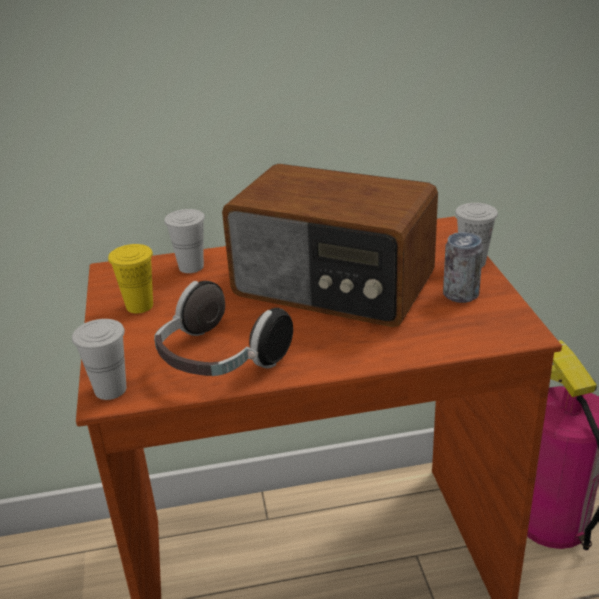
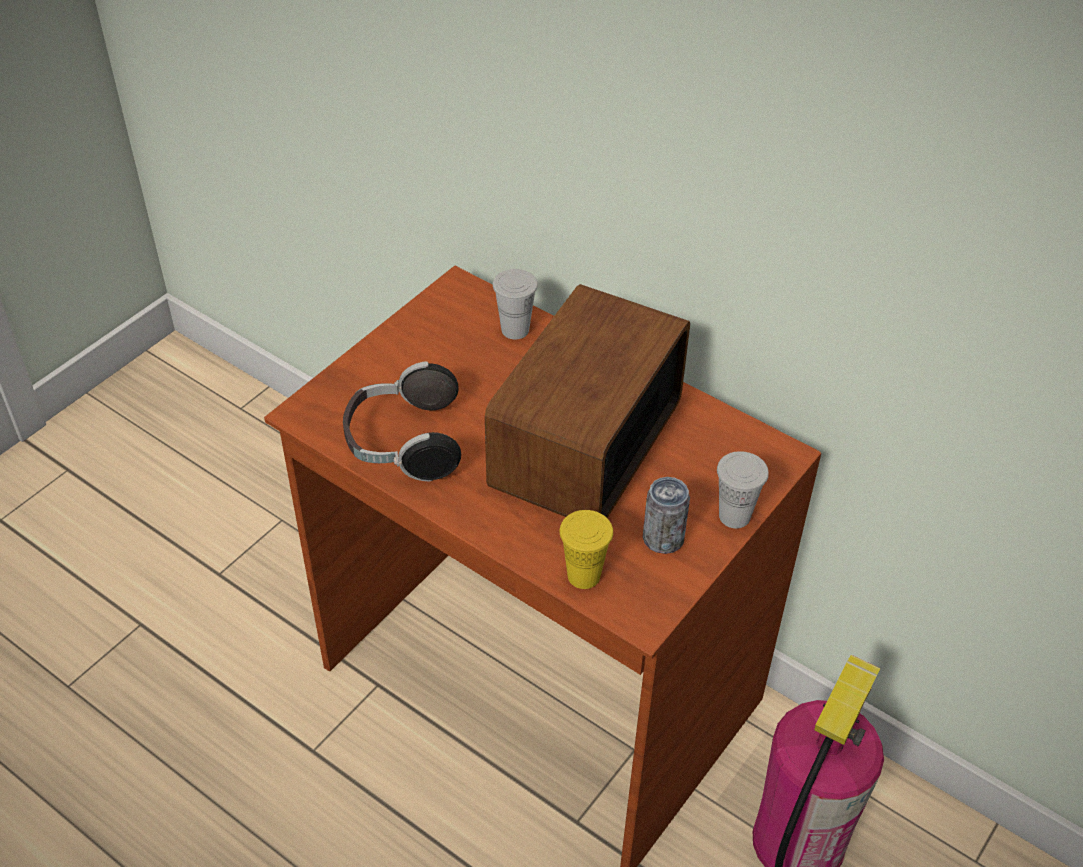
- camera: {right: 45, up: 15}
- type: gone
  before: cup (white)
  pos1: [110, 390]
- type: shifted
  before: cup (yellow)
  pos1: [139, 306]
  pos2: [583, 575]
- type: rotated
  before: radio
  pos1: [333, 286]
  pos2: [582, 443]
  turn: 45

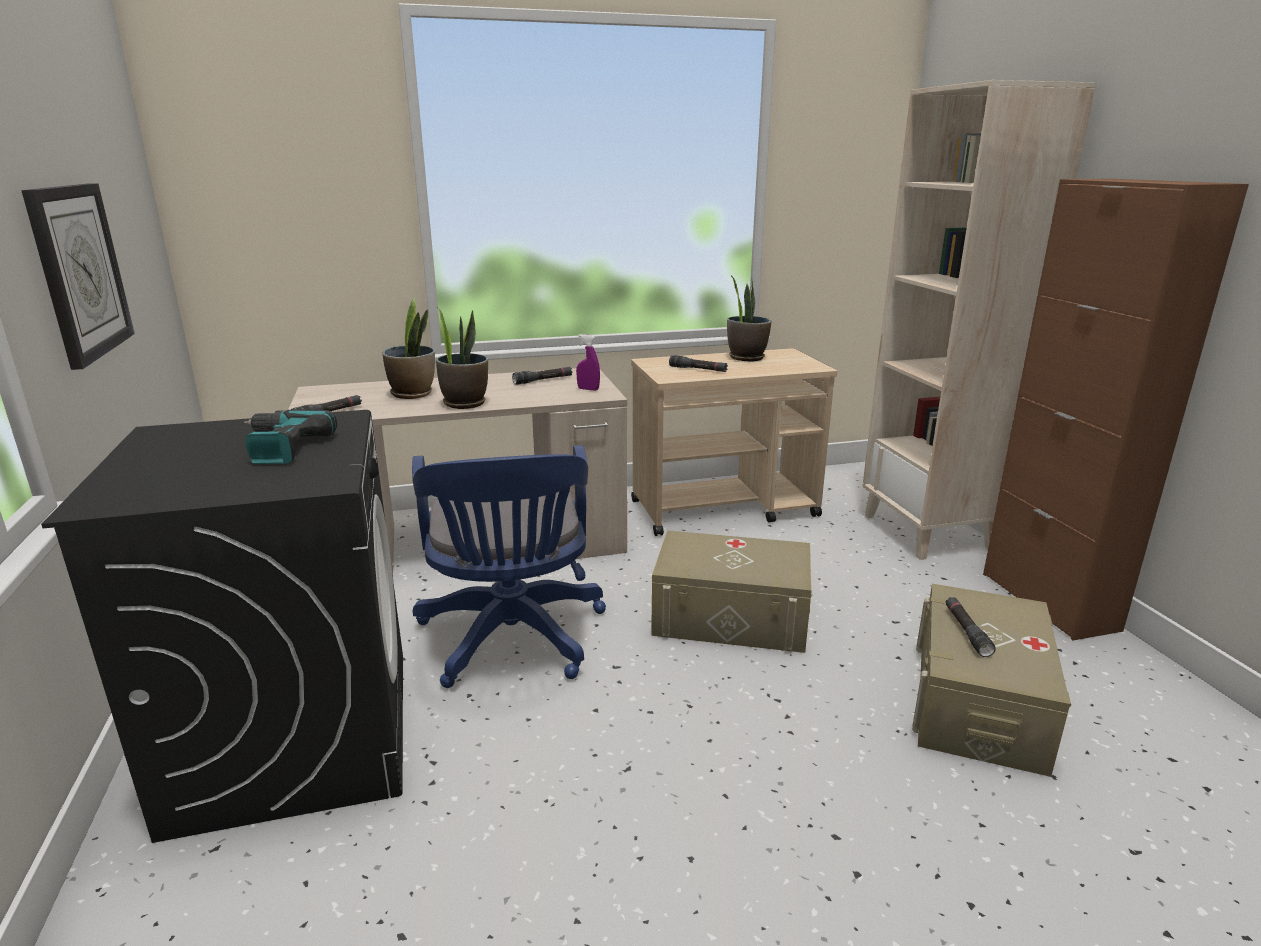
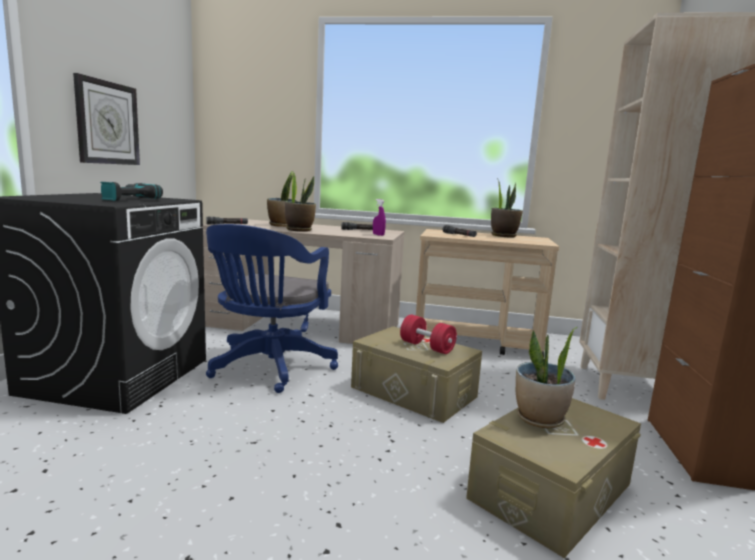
- camera: {right: 25, up: -10}
- type: new
  after: dumbbell (red)
  pos2: [427, 347]
- type: swapped
  before: flashlight (black)
  after: potted plant
  pos1: [966, 631]
  pos2: [539, 419]

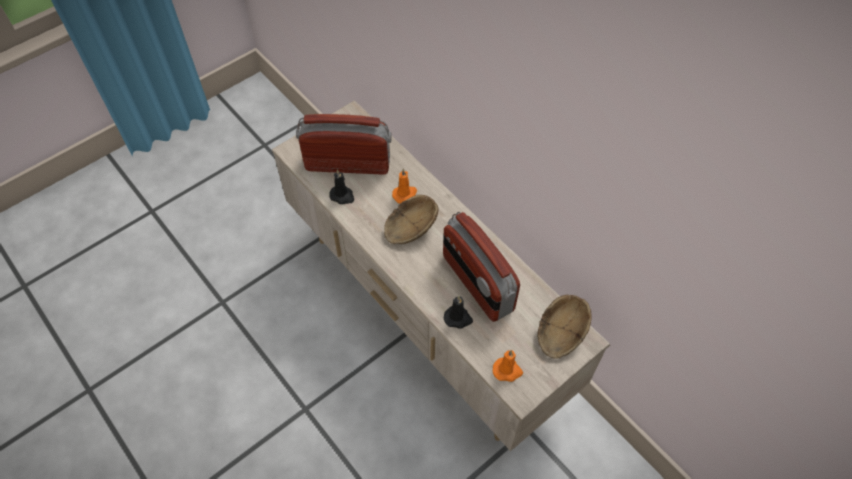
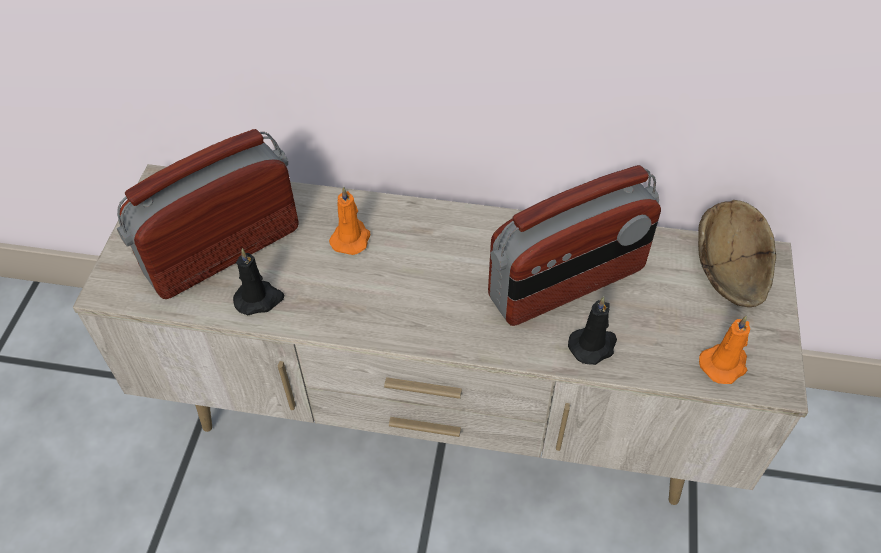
- camera: {right: -40, up: -5}
- type: gone
  before: bowl (brown)
  pos1: [409, 228]
- type: rotated
  before: radio
  pos1: [477, 283]
  pos2: [567, 284]
  turn: -45

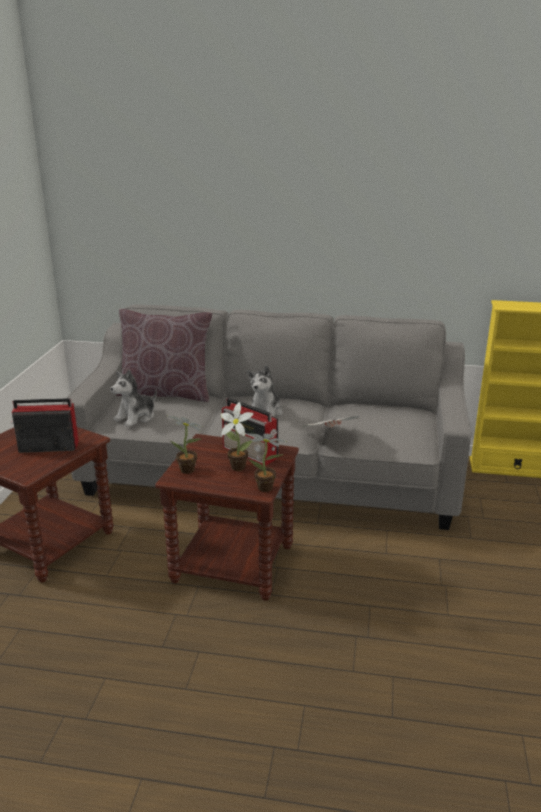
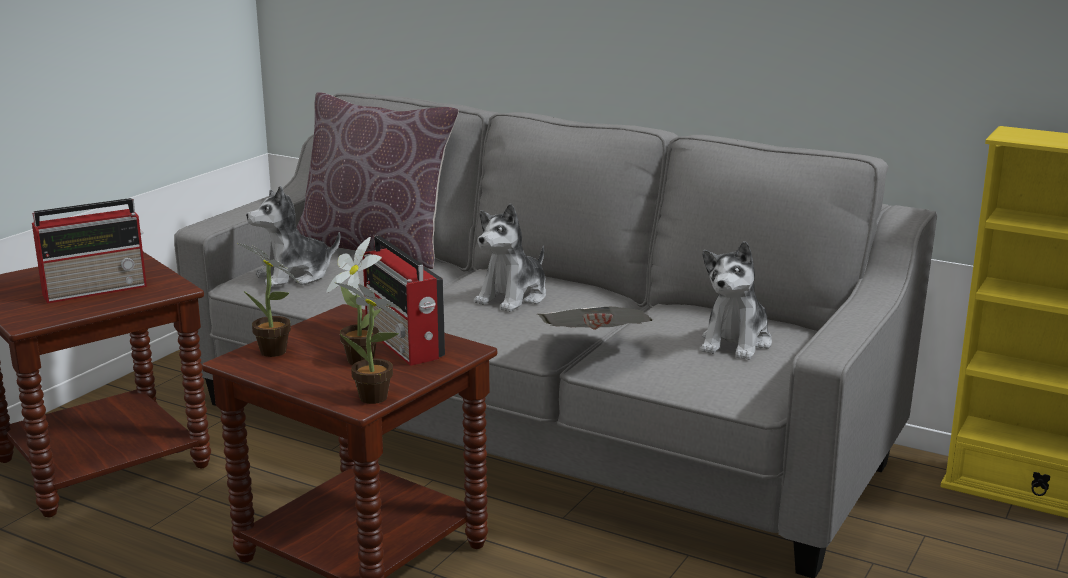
- camera: {right: 20, up: -5}
- type: new
  after: plush toy
  pos2: [736, 342]
- type: rotated
  before: radio
  pos1: [47, 447]
  pos2: [97, 289]
  turn: 135

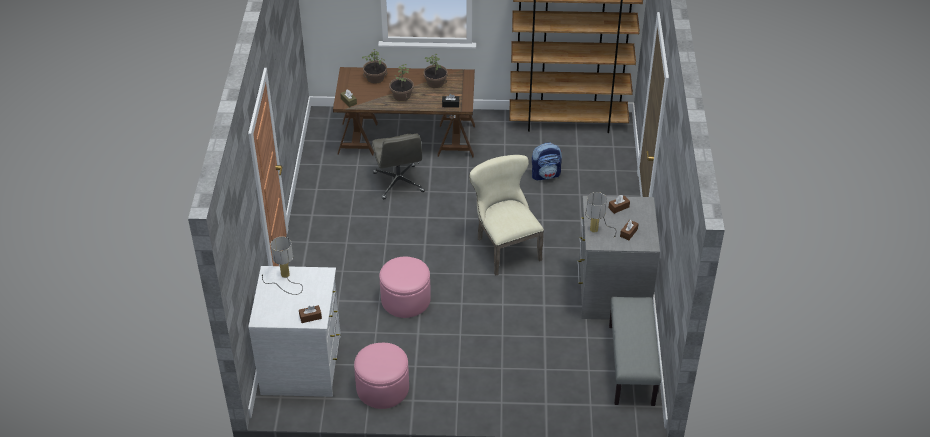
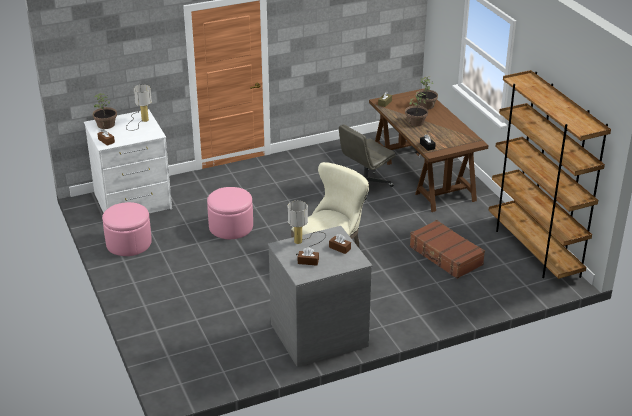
- camera: {right: 65, up: -10}
- type: gone
  before: bench (grey)
  pos1: [632, 365]
- type: shifted
  before: potted plant
  pos1: [435, 82]
  pos2: [106, 125]
- type: swapped
  before: backpack
  after: suitcase (brown)
  pos1: [546, 175]
  pos2: [445, 256]

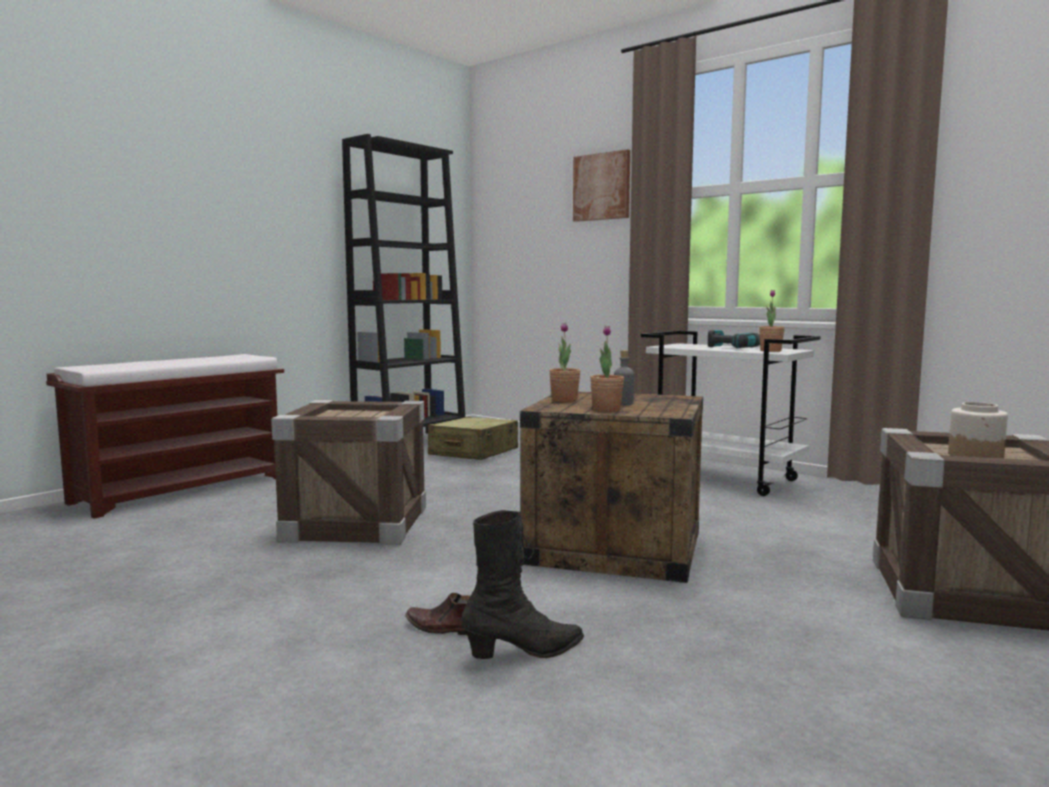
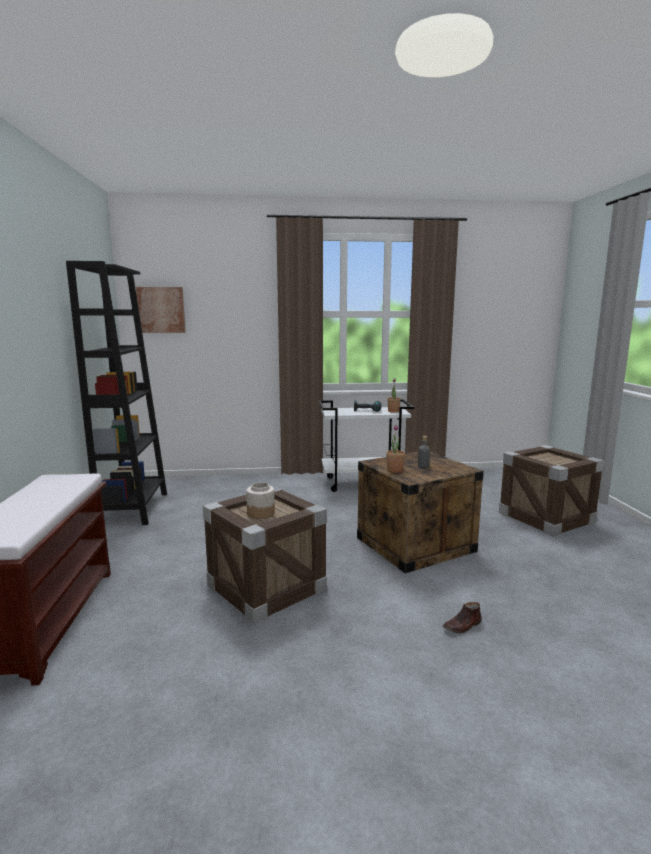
- camera: {right: -45, up: 5}
- type: gone
  before: suitcase (beige)
  pos1: [473, 453]
- type: gone
  before: boot (black)
  pos1: [525, 652]
- type: gone
  before: potted plant
  pos1: [606, 410]
- type: shifted
  before: picture
  pos1: [602, 187]
  pos2: [161, 310]
- type: shifted
  before: jar
  pos1: [976, 456]
  pos2: [261, 513]

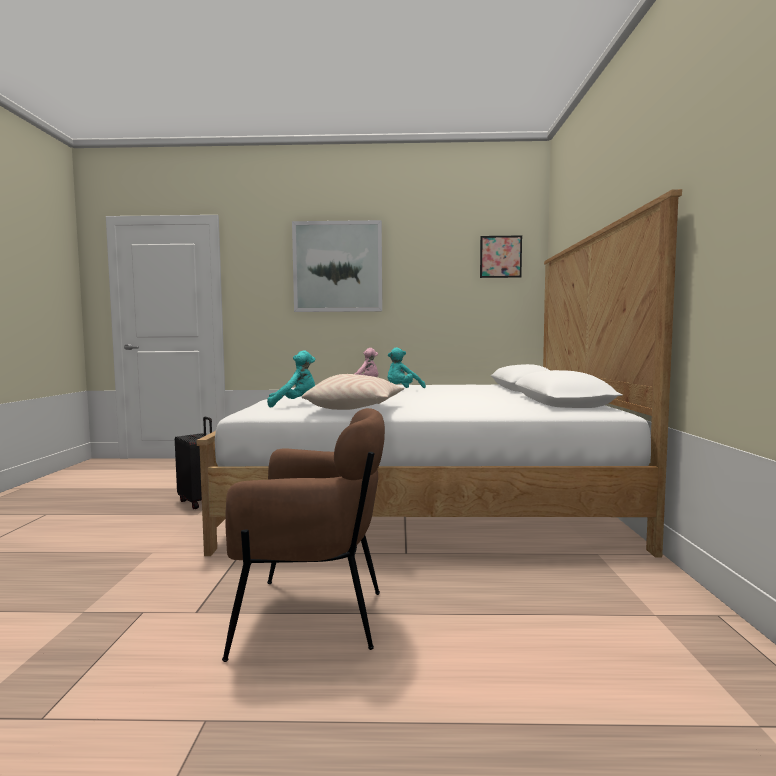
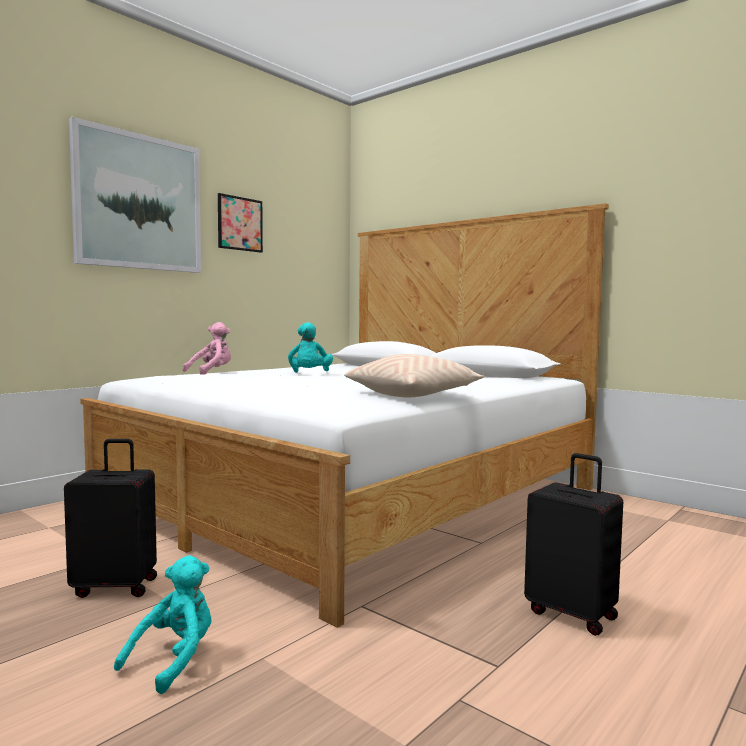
- camera: {right: -50, up: 0}
- type: shifted
  before: plush toy (turquoise)
  pos1: [295, 404]
  pos2: [174, 660]
- type: shifted
  before: picture
  pos1: [500, 257]
  pos2: [240, 224]
- type: swapped
  before: armchair (brown)
  after: suitcase (black)
  pos1: [311, 618]
  pos2: [572, 614]

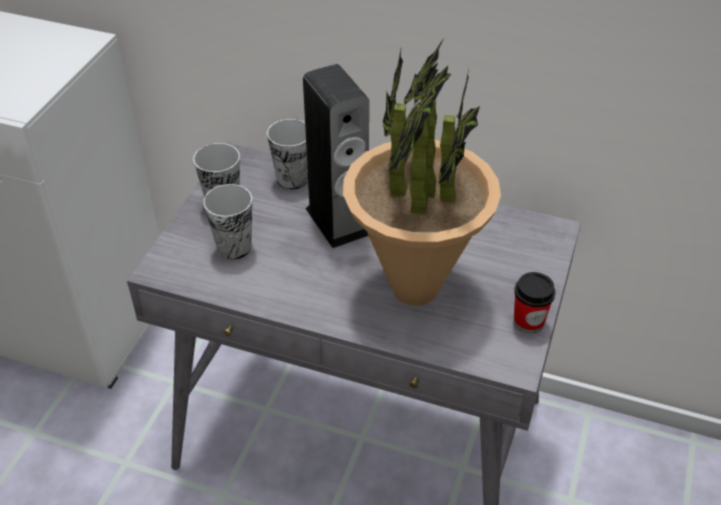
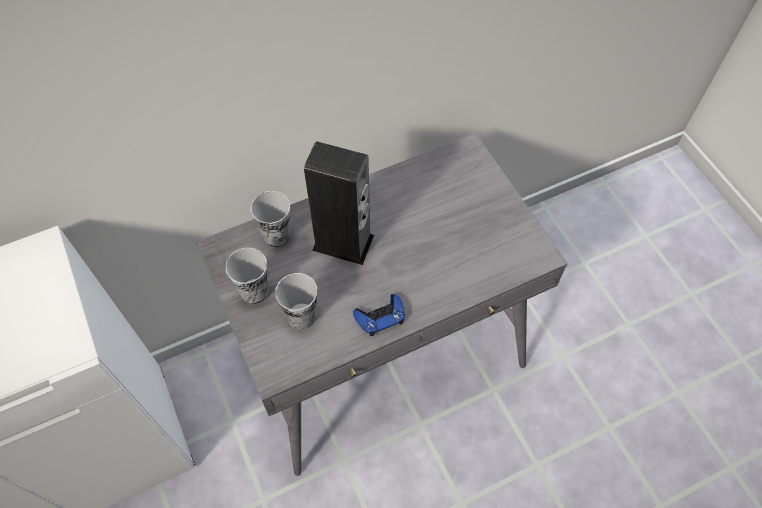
- camera: {right: -45, up: 15}
- type: gone
  before: potted plant
  pos1: [414, 288]
- type: gone
  before: cup
  pos1: [528, 322]
- type: new
  after: game controller (blue)
  pos2: [380, 317]

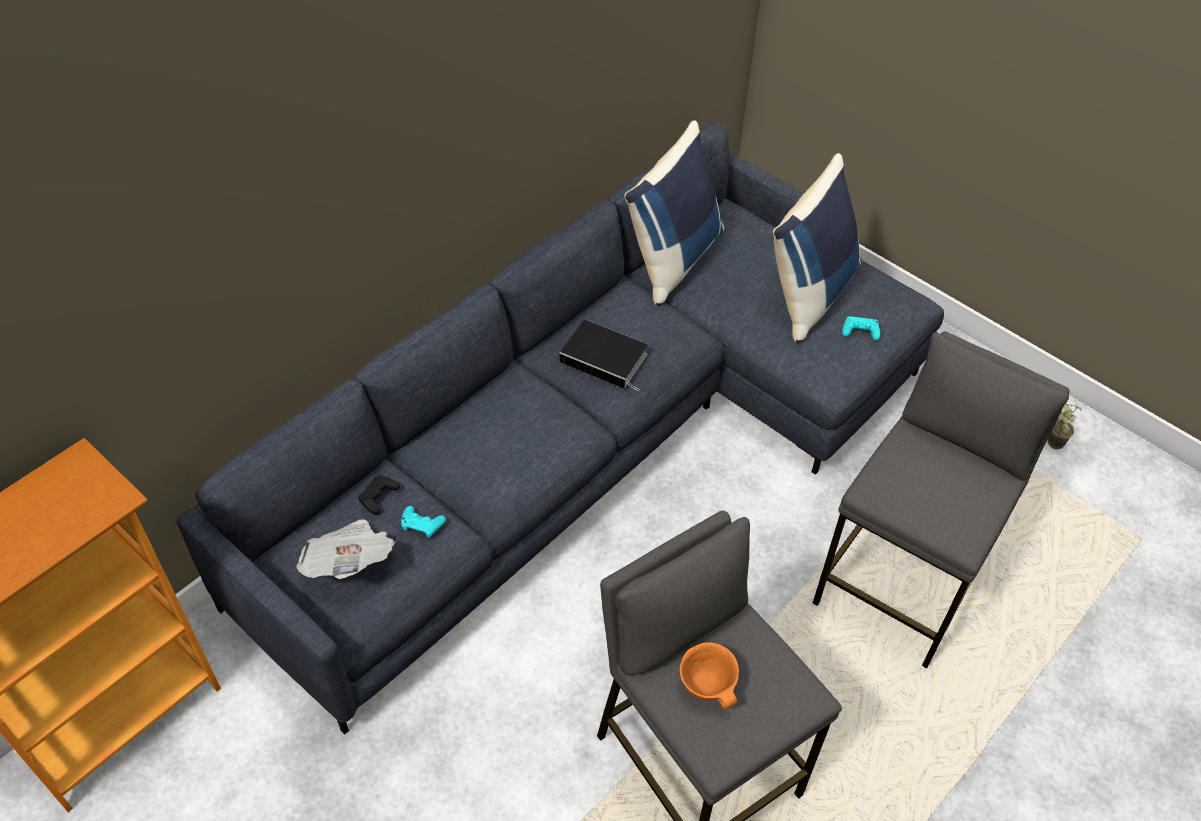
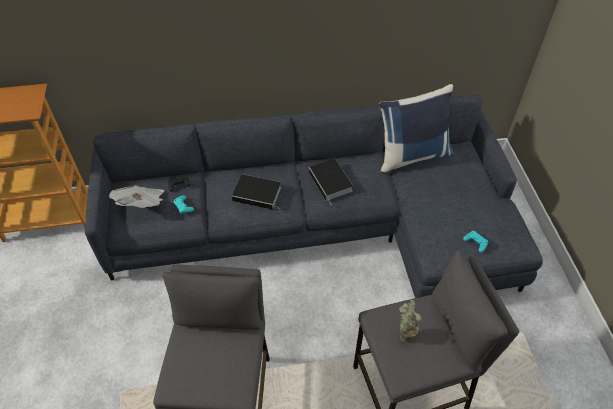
- camera: {right: 40, up: 0}
- type: gone
  before: bowl (orange)
  pos1: [708, 686]
- type: gone
  before: pillow (blue)
  pos1: [809, 292]
- type: new
  after: book
  pos2: [258, 194]
- type: shifted
  before: potted plant
  pos1: [1050, 441]
  pos2: [404, 333]

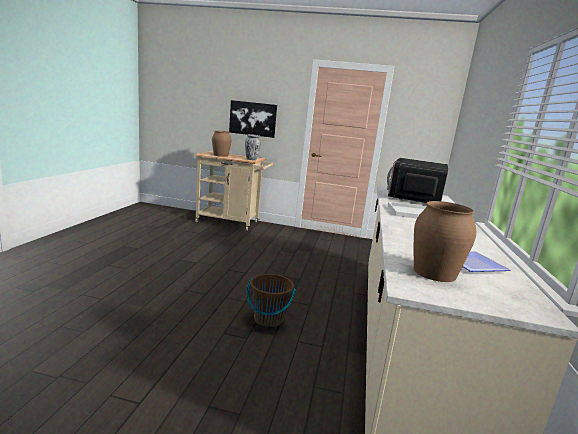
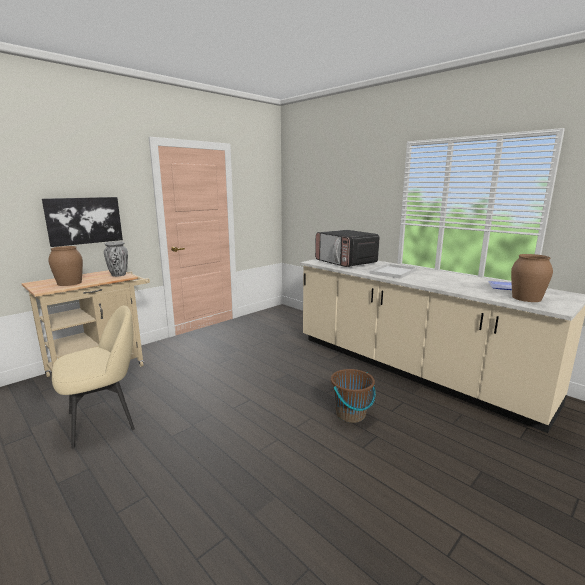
- camera: {right: -55, up: 0}
- type: new
  after: chair (beige)
  pos2: [103, 420]

